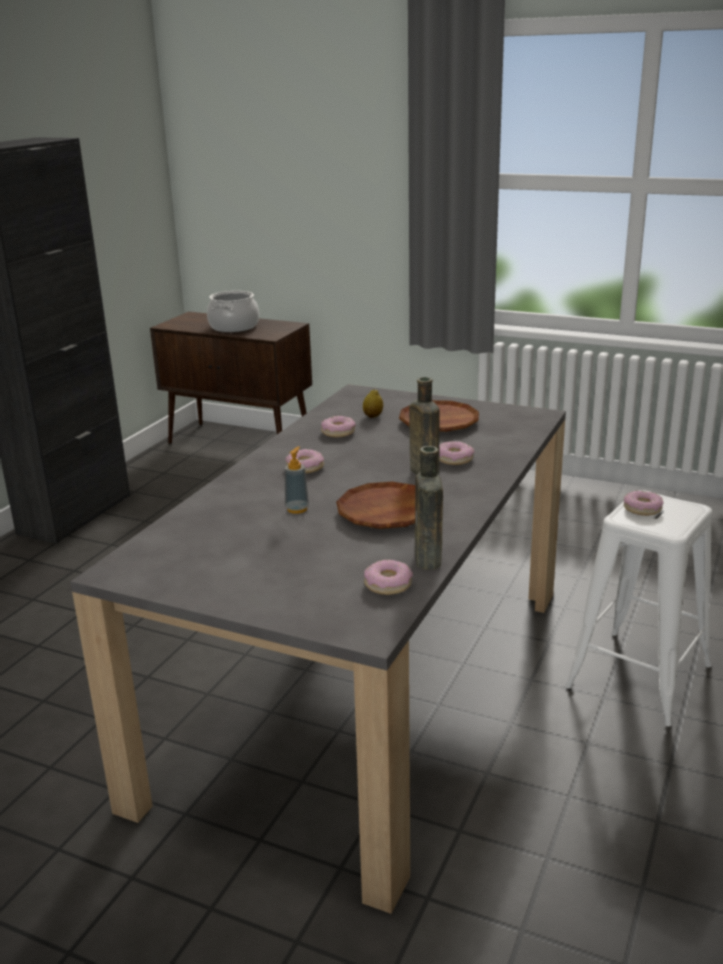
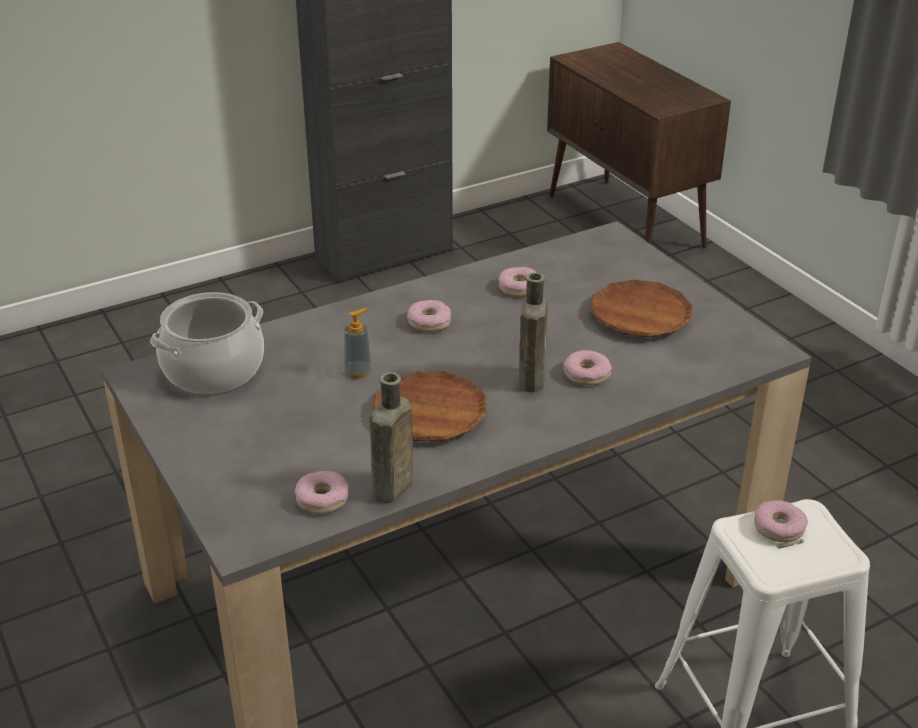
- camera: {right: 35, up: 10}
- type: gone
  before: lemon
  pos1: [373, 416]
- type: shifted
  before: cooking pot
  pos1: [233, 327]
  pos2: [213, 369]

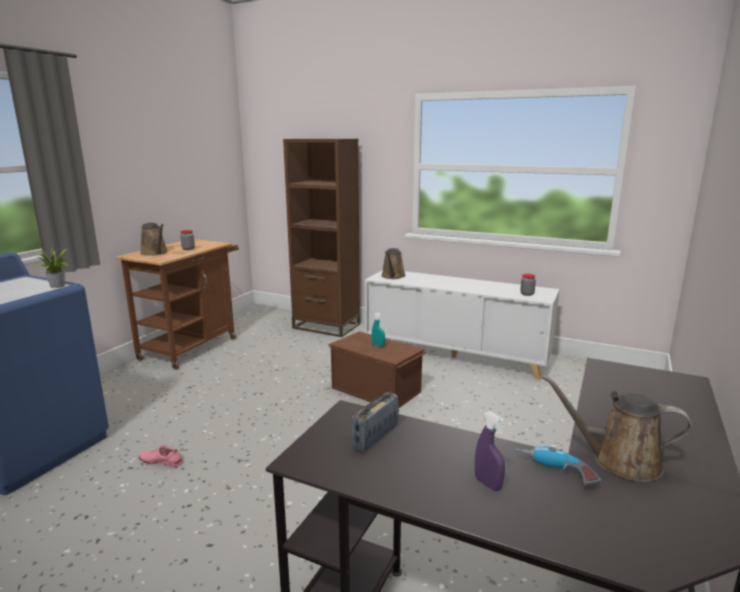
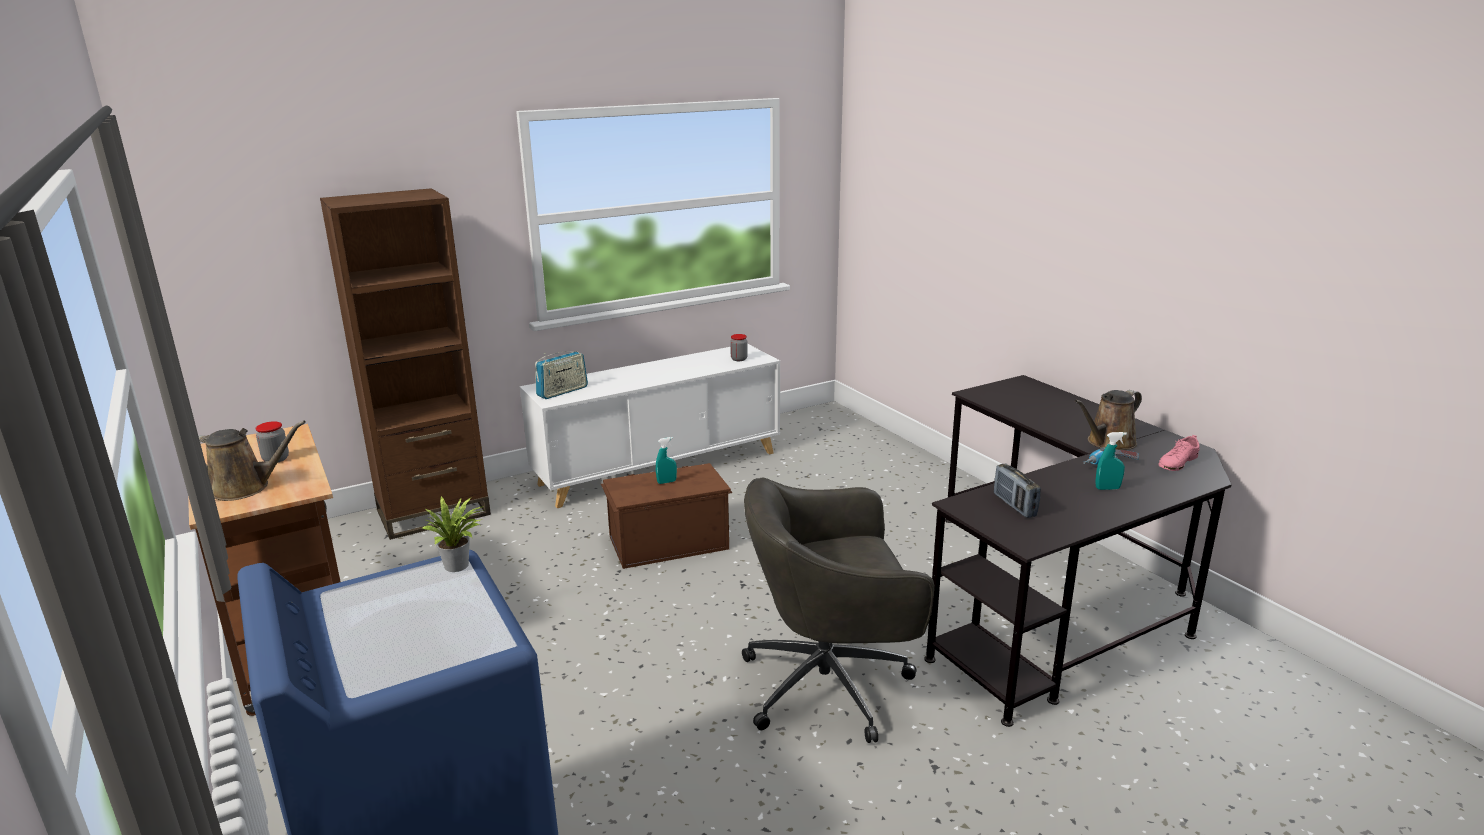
- camera: {right: -55, up: 5}
- type: new
  after: office chair (grey)
  pos2: [831, 685]
- type: shifted
  before: shoe (pink)
  pos1: [161, 461]
  pos2: [1177, 462]
- type: swapped
  before: watering can (brown)
  after: radio
  pos1: [392, 276]
  pos2: [562, 391]
- type: repainted
  before: spray bottle (purple)
  after: spray bottle (turquoise)
  pos1: [488, 484]
  pos2: [1107, 488]

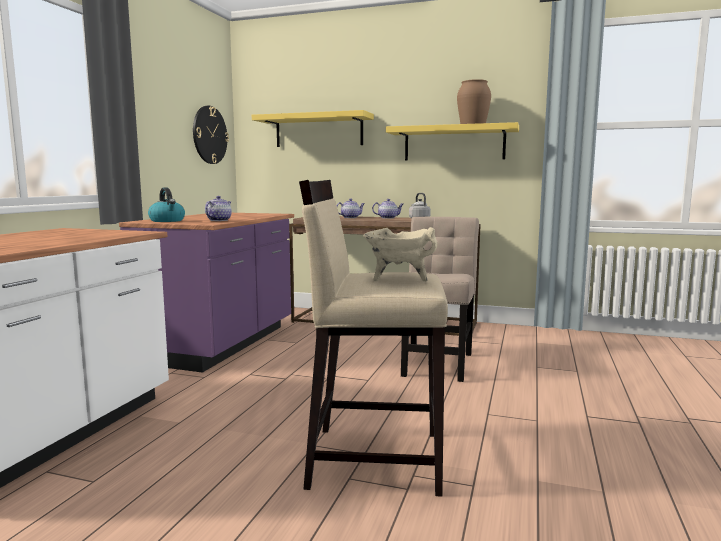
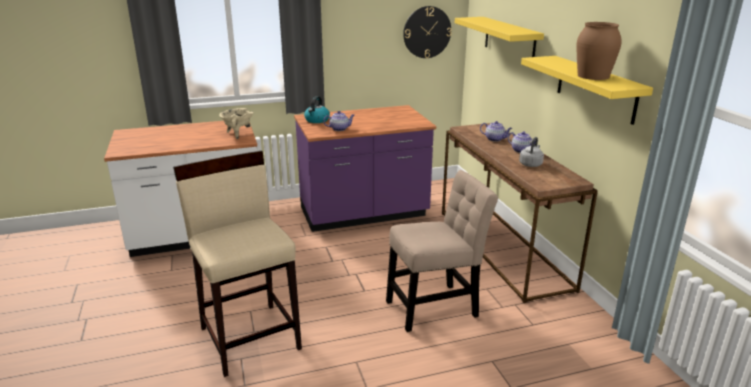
- camera: {right: 55, up: 15}
- type: shifted
  before: cooking pot (beige)
  pos1: [398, 279]
  pos2: [238, 134]

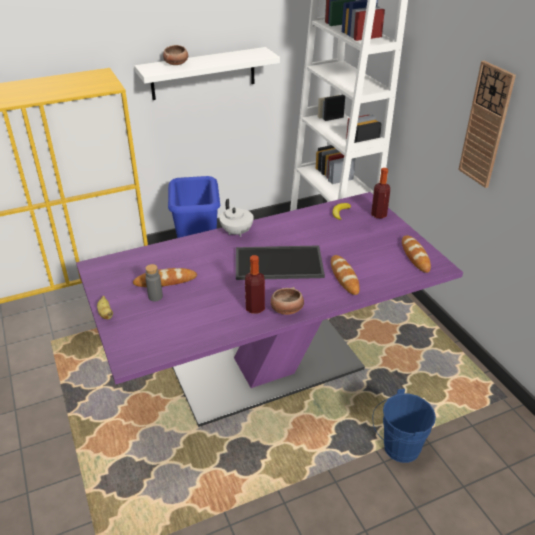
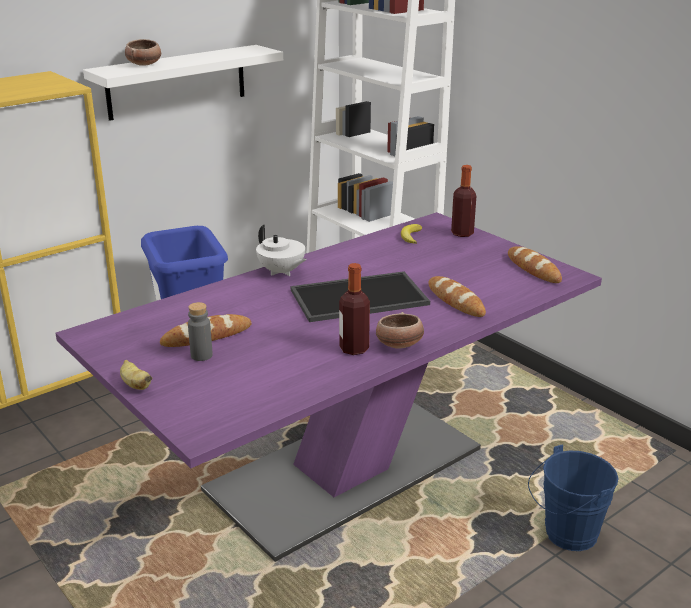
- camera: {right: -15, up: -10}
- type: gone
  before: wall clock
  pos1: [486, 126]

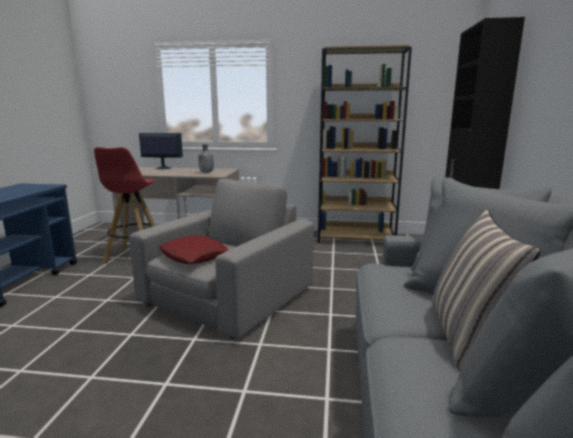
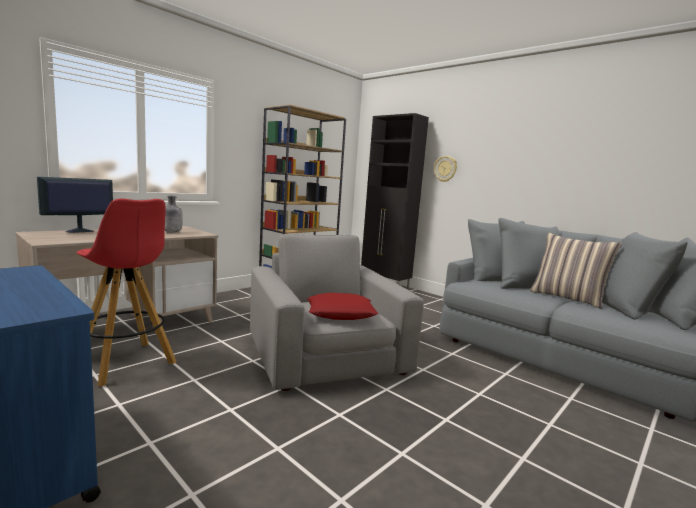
- camera: {right: -55, up: -5}
- type: new
  after: wall clock
  pos2: [445, 169]

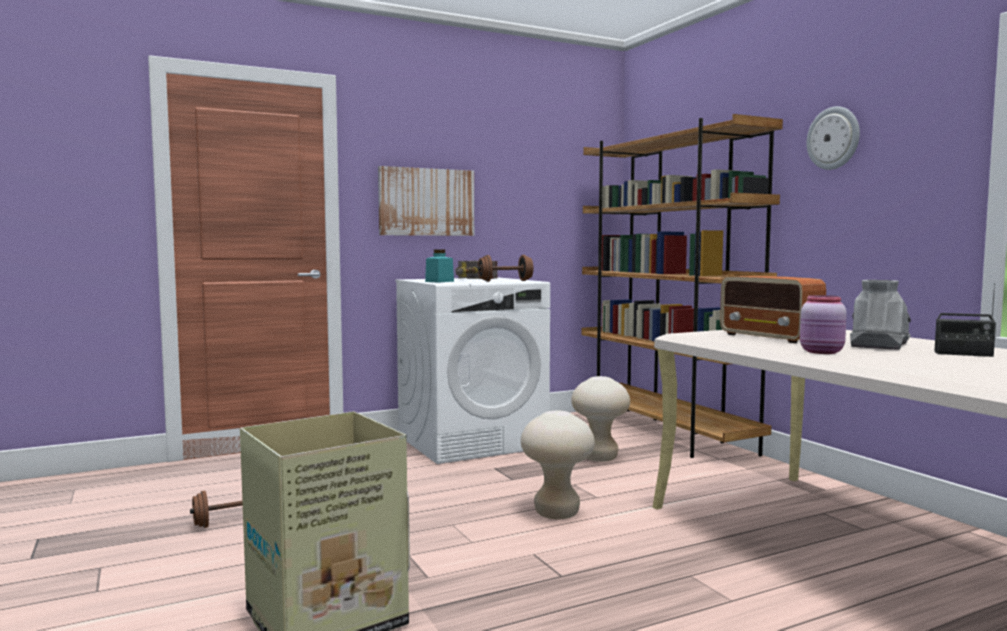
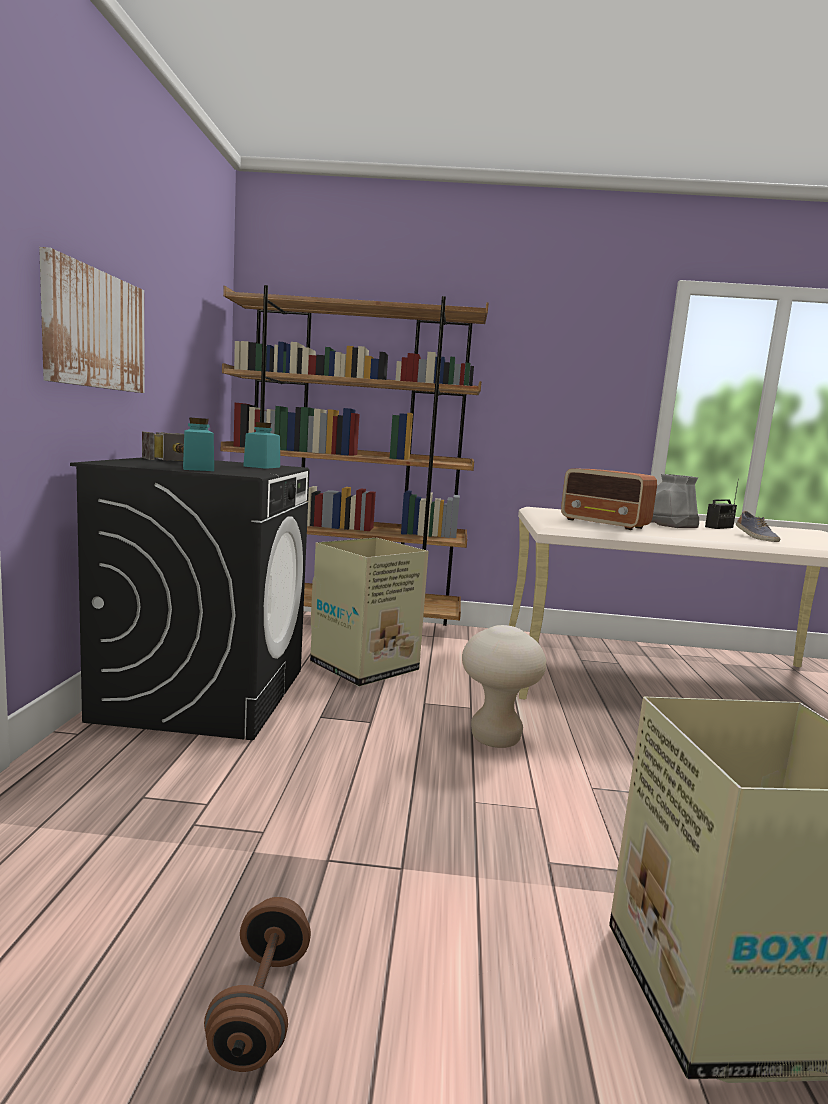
- camera: {right: -60, up: 5}
- type: gone
  before: jar (pink)
  pos1: [822, 352]
- type: gone
  before: wall clock
  pos1: [833, 138]
- type: new
  after: shoe
  pos2: [755, 537]
- type: swapped
  before: dumbbell (brown)
  after: jar (turquoise)
  pos1: [505, 281]
  pos2: [262, 467]
- type: swapped
  before: stool (beige)
  after: cardboard box
  pos1: [599, 458]
  pos2: [366, 666]
- type: repainted
  before: washing machine (white)
  after: washing machine (black)
  pos1: [472, 441]
  pos2: [204, 694]
- type: rotated
  before: radio
  pos1: [770, 337]
  pos2: [605, 524]
  turn: 45

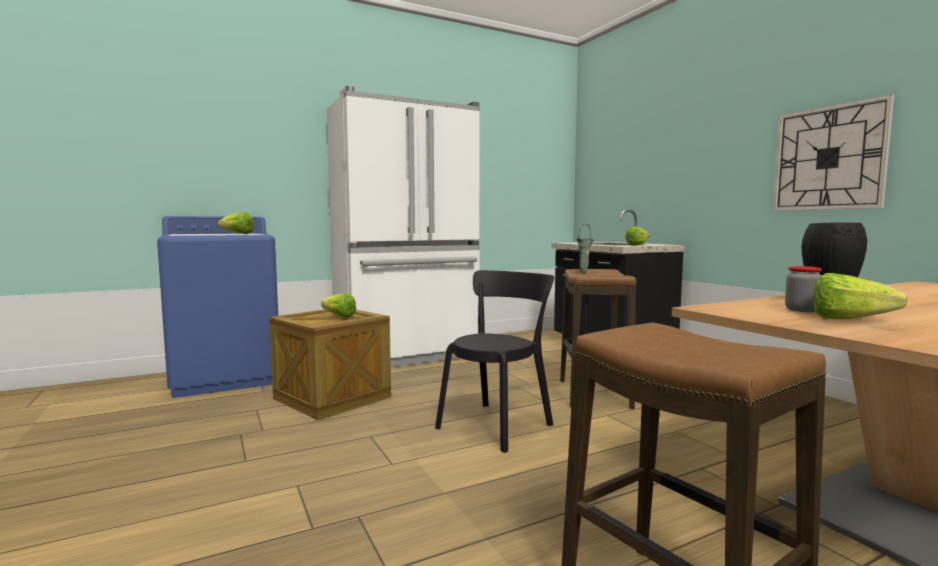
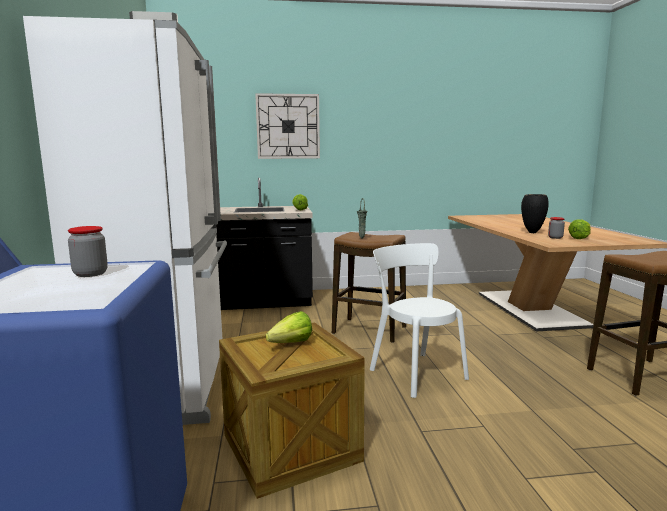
- camera: {right: -70, up: 5}
- type: shifted
  before: wall clock
  pos1: [828, 158]
  pos2: [288, 126]
- type: swapped
  before: lettuce
  after: jar
  pos1: [235, 234]
  pos2: [90, 274]
- type: repainted
  before: chair (black)
  after: chair (white)
  pos1: [498, 424]
  pos2: [415, 372]

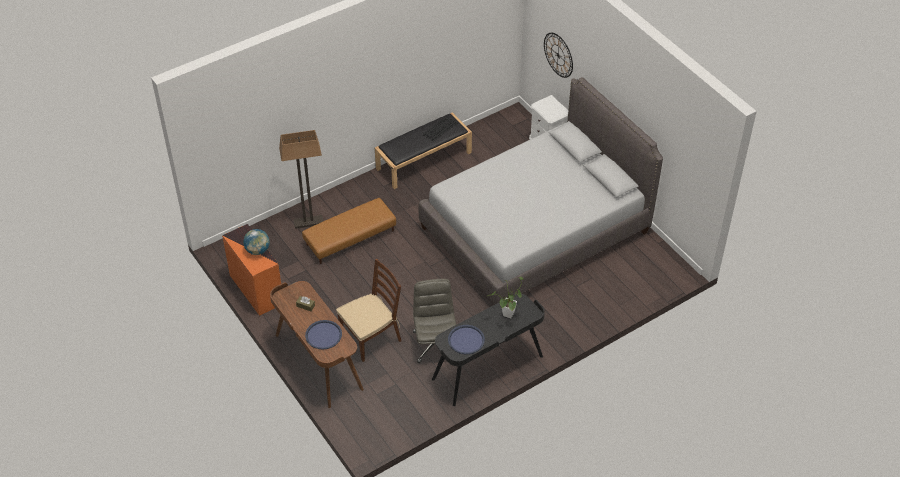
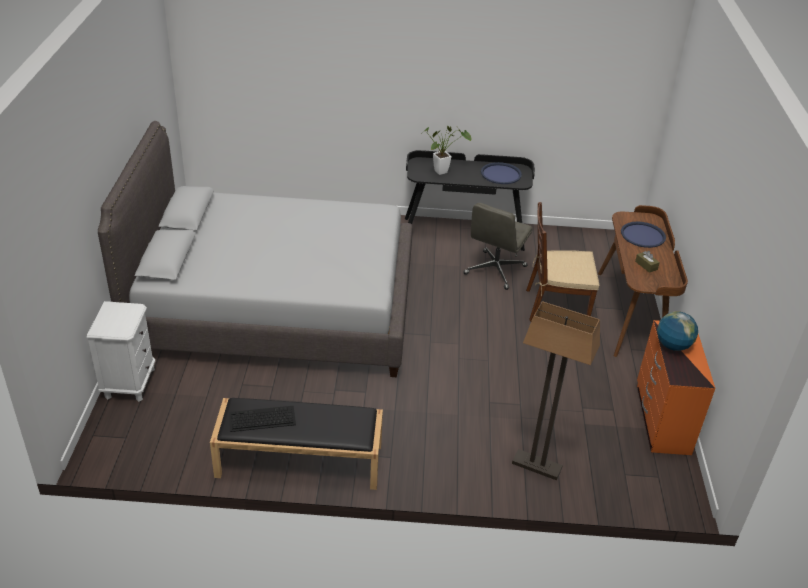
- camera: {right: -145, up: -10}
- type: gone
  before: ottoman (brown)
  pos1: [350, 237]
- type: gone
  before: wall clock
  pos1: [558, 55]

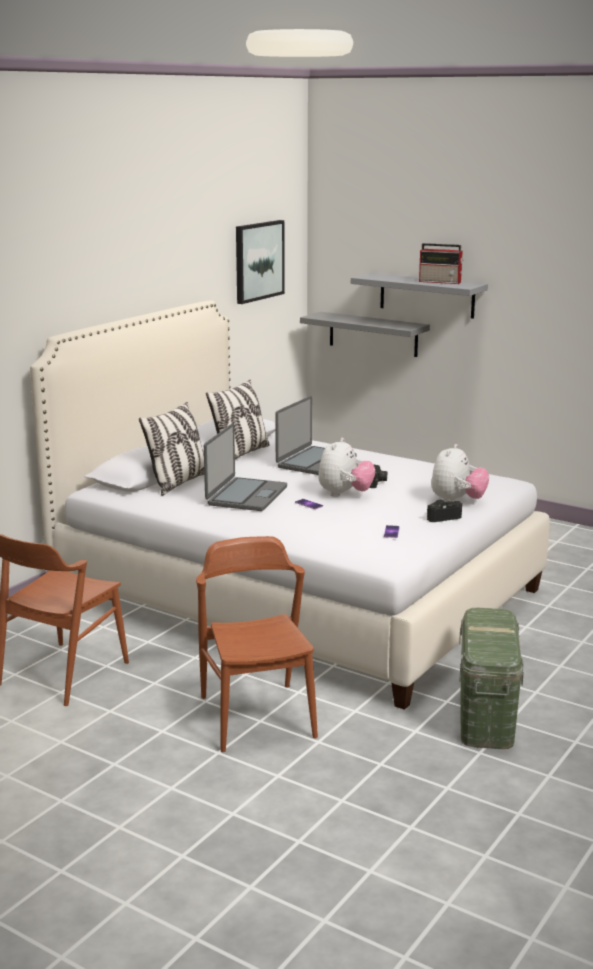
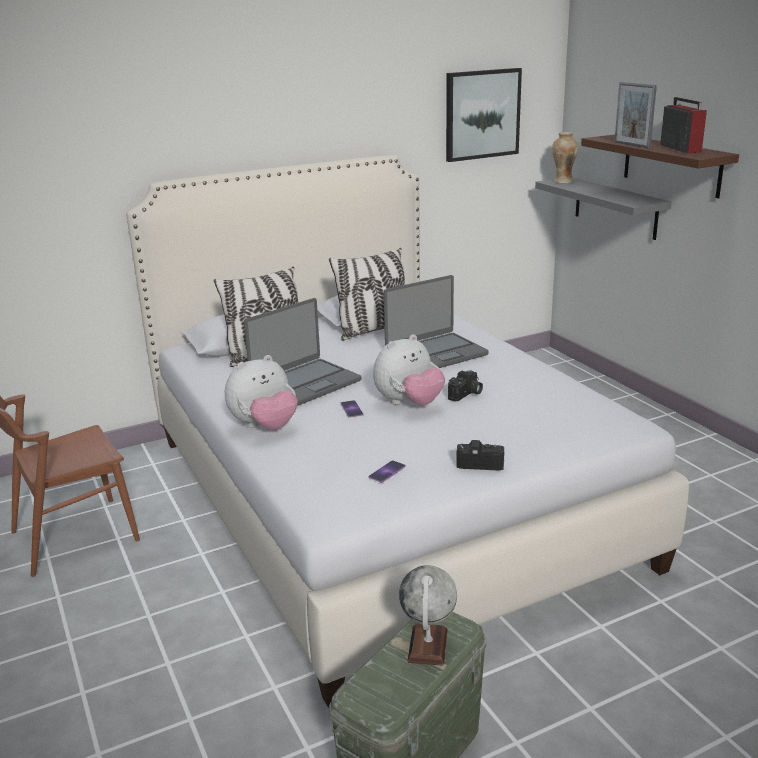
- camera: {right: 30, up: 5}
- type: gone
  before: chair (brown)
  pos1: [257, 716]
- type: new
  after: globe
  pos2: [428, 645]
- type: new
  after: vase
  pos2: [563, 181]
- type: new
  after: picture frame
  pos2: [631, 145]
- type: shifted
  before: plush toy
  pos1: [457, 501]
  pos2: [264, 426]
- type: repainted
  before: shelf (grey)
  after: shelf (brown)
  pos1: [427, 295]
  pos2: [671, 165]
- type: rotated
  before: radio
  pos1: [441, 282]
  pos2: [680, 148]
  turn: -150

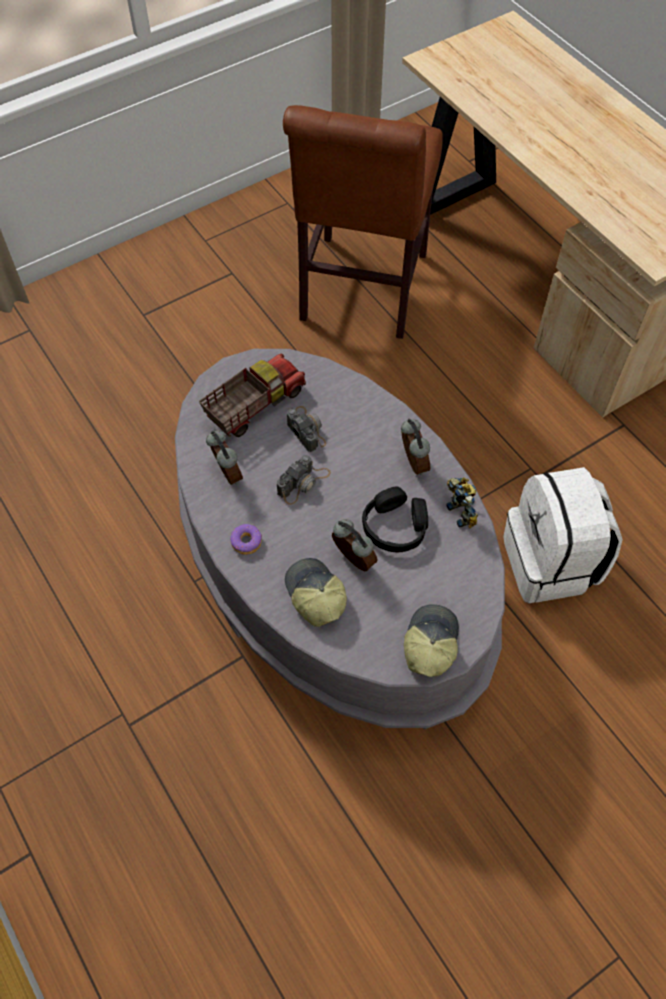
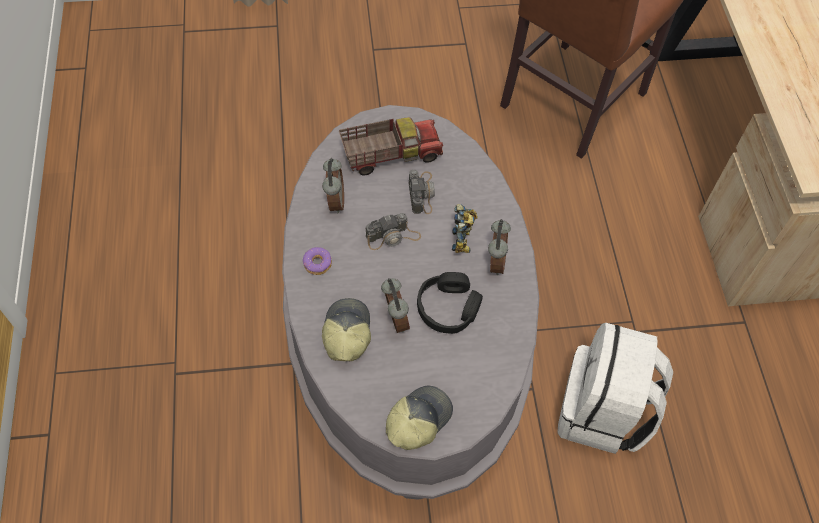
- camera: {right: 25, up: 0}
- type: shifted
  before: toy robot
  pos1: [463, 511]
  pos2: [463, 240]

